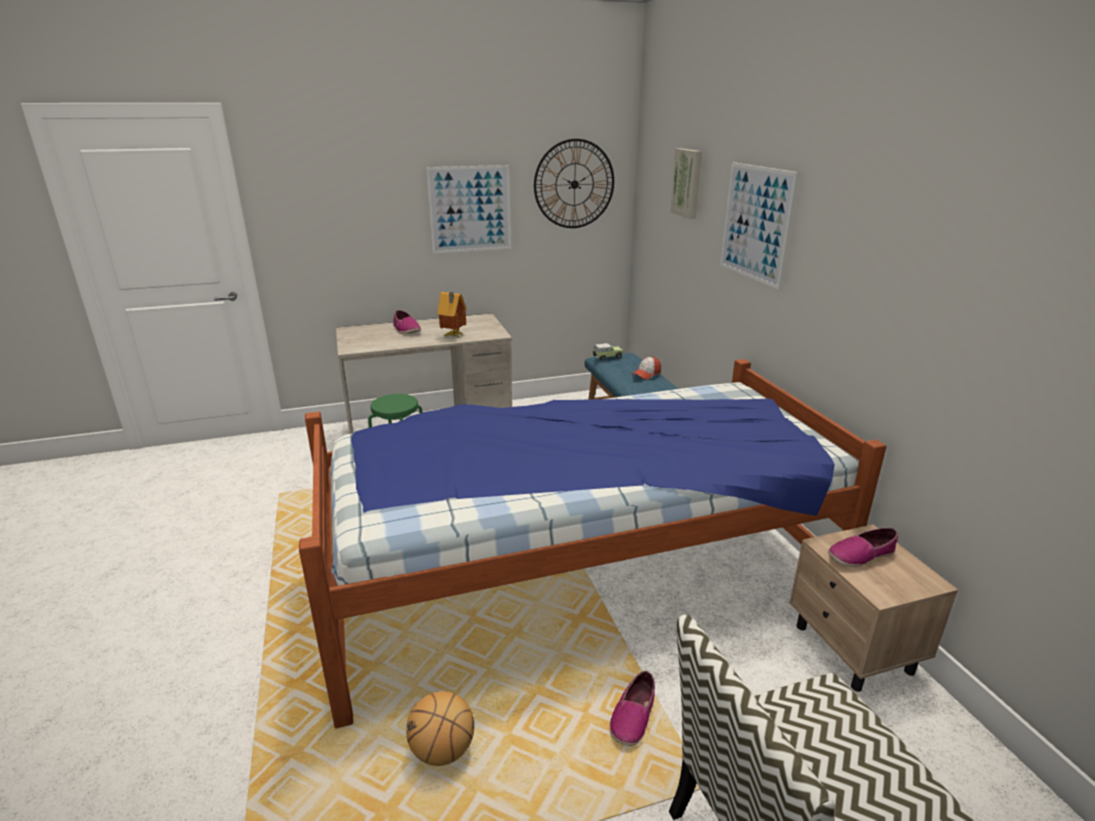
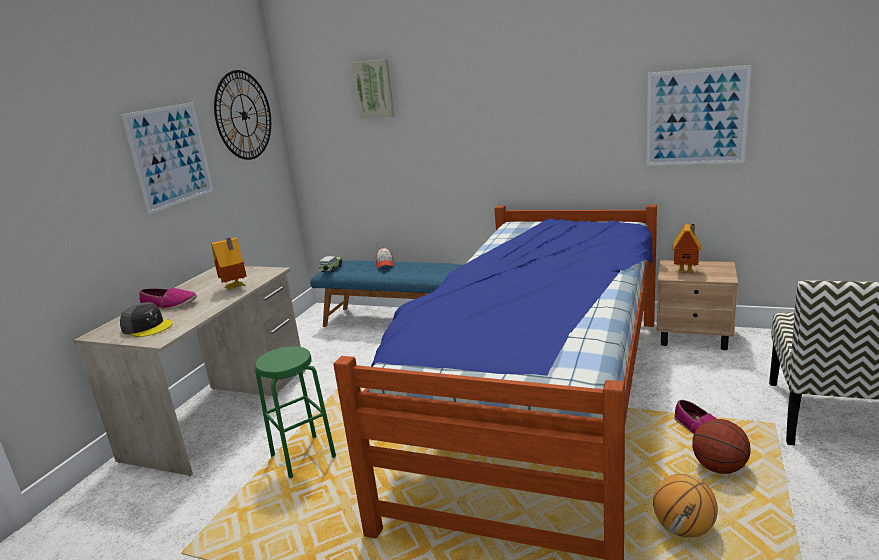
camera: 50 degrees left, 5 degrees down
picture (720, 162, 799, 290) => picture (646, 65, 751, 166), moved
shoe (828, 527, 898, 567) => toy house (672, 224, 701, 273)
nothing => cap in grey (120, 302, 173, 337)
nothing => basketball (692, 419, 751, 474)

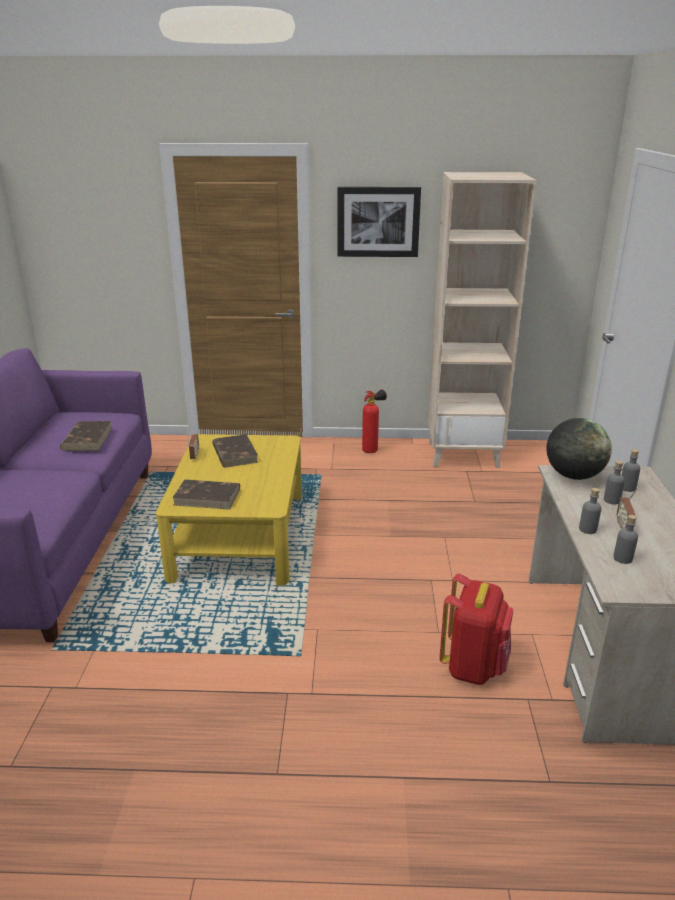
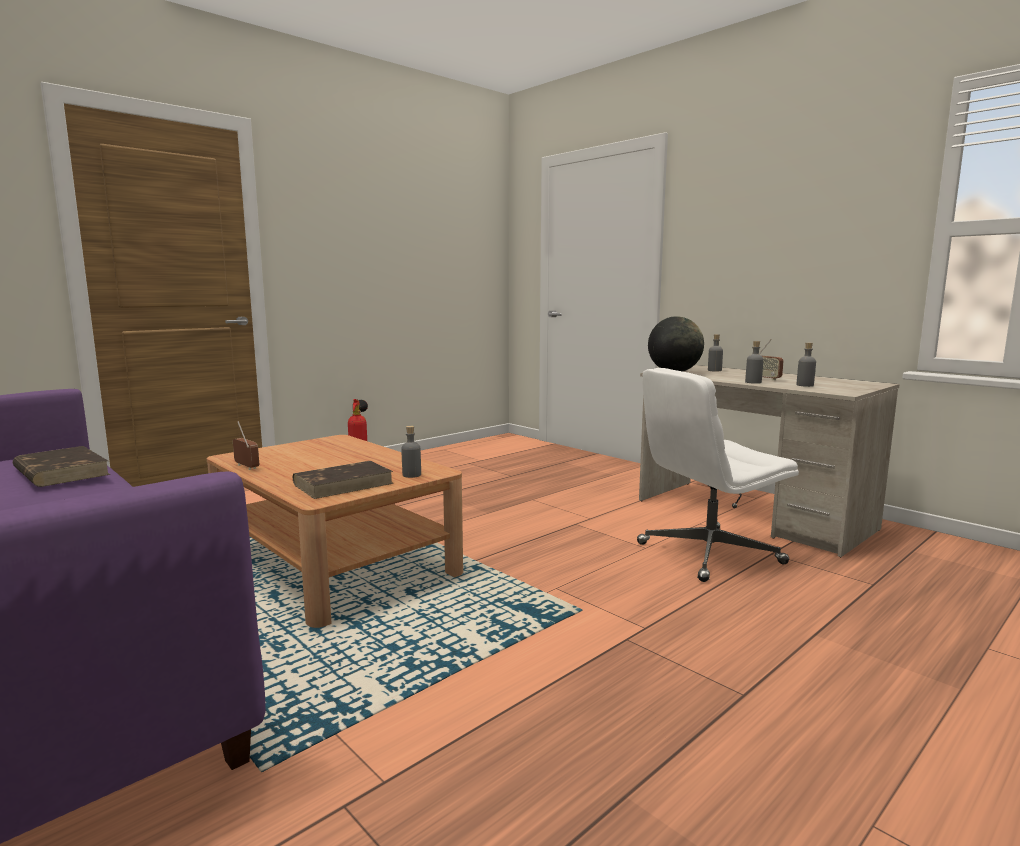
camera: 45 degrees left, 15 degrees down
coffee table in yellow (156, 434, 302, 585) => coffee table in brown (207, 435, 463, 628)
book in brown (212, 434, 258, 468) => nothing
picture (338, 187, 421, 257) => nothing
bookcase in beige (428, 172, 537, 468) => nothing
backpack in red (439, 574, 513, 685) => office chair in white (637, 368, 799, 582)
bottle in grey (604, 461, 625, 504) => bottle in grey (401, 426, 421, 478), moved

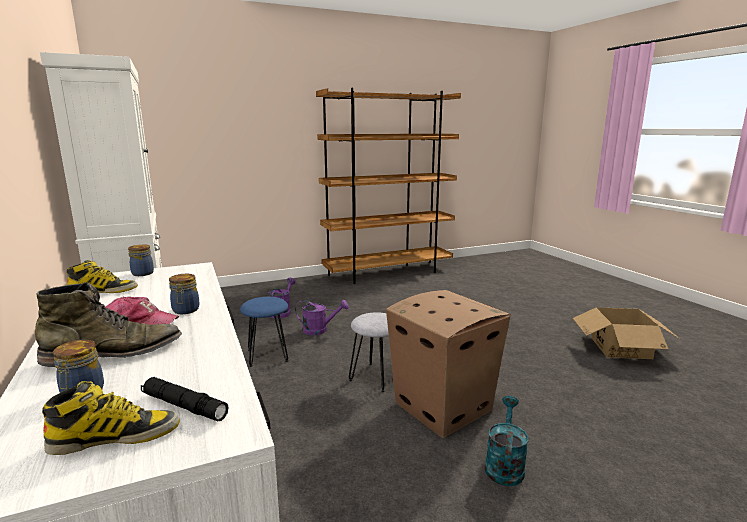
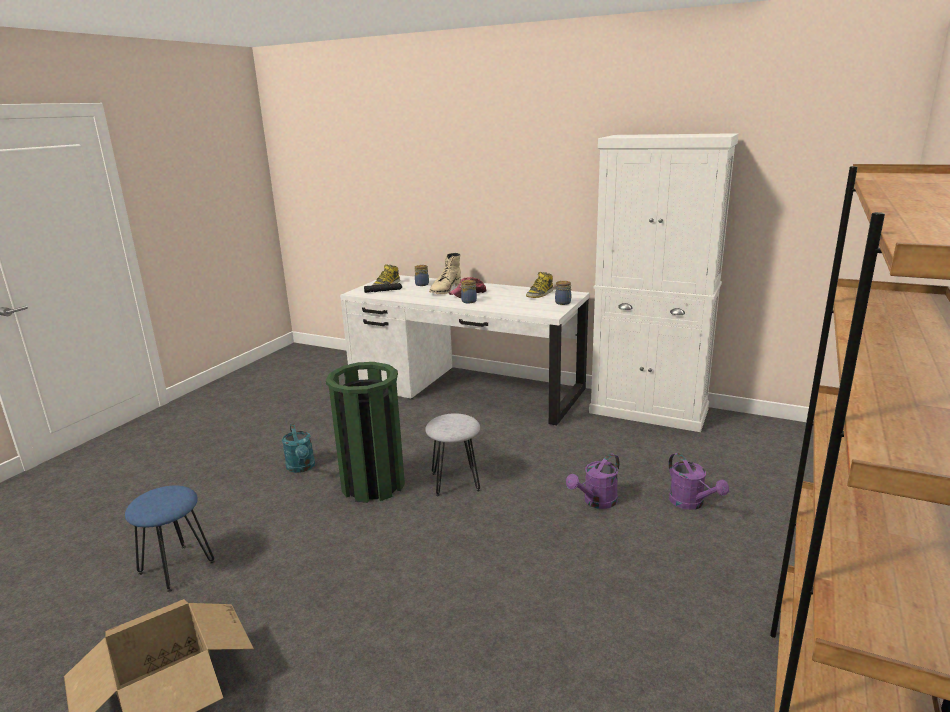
camera: 140 degrees right, 5 degrees up
boot in green (35, 282, 182, 367) => boot in beige (429, 253, 461, 294)
stool in blue (240, 297, 288, 367) => stool in blue (125, 486, 215, 592), moved
cardboard box (386, 290, 510, 438) => trash can in green (326, 362, 405, 503)

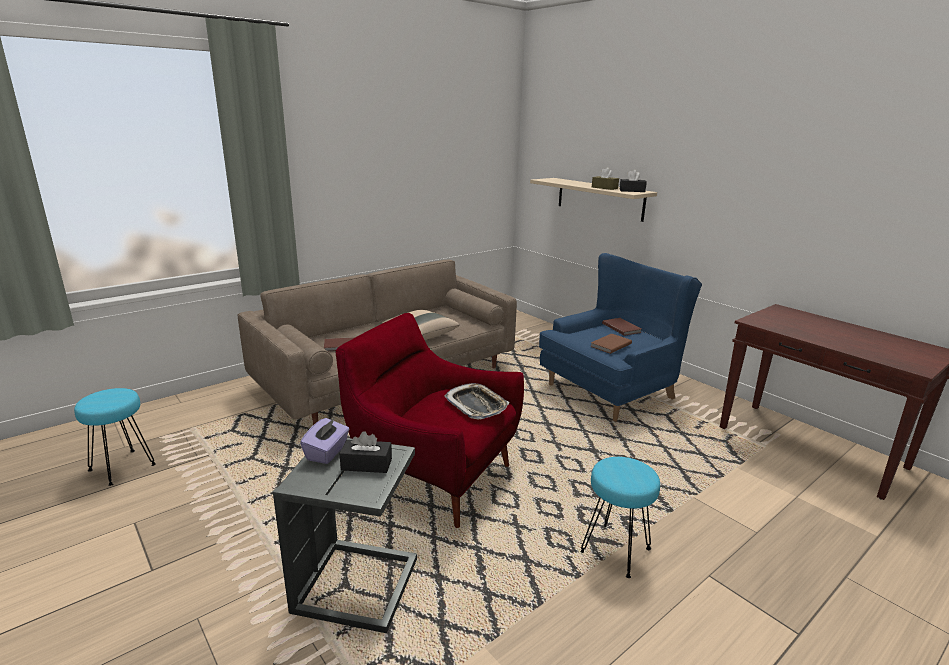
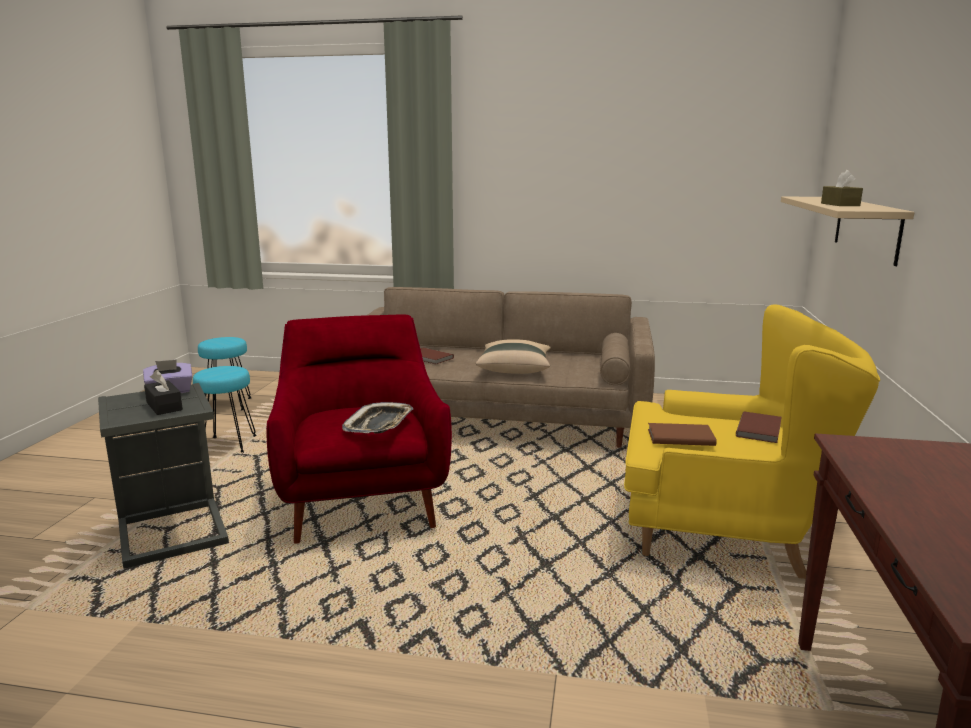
camera: 50 degrees right, 5 degrees down
armchair in blue (539, 253, 702, 422) => armchair in yellow (624, 304, 880, 579)
stool in turquoise (581, 457, 660, 578) => stool in turquoise (193, 366, 256, 453), moved
tissue box in black (619, 170, 647, 192) => nothing

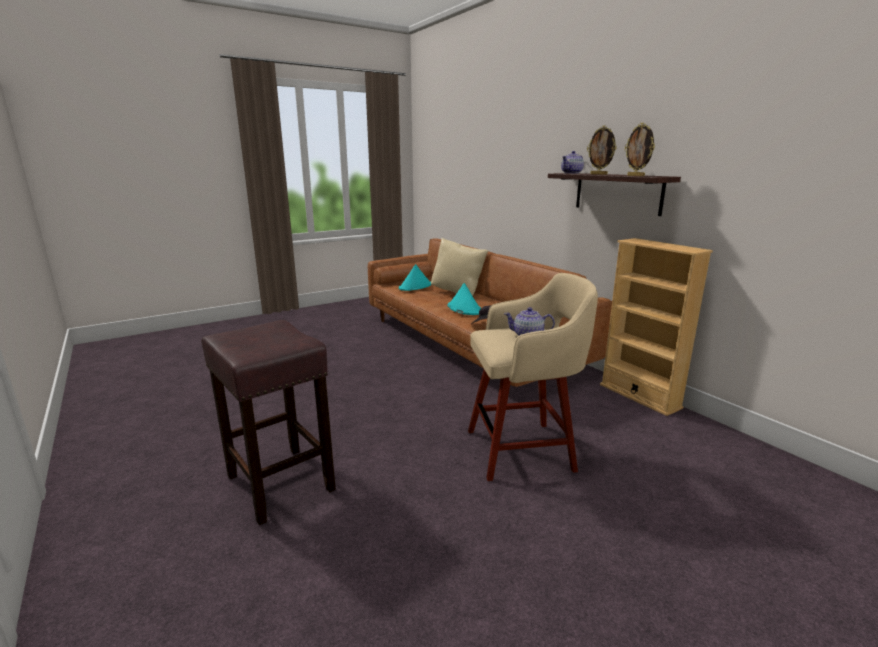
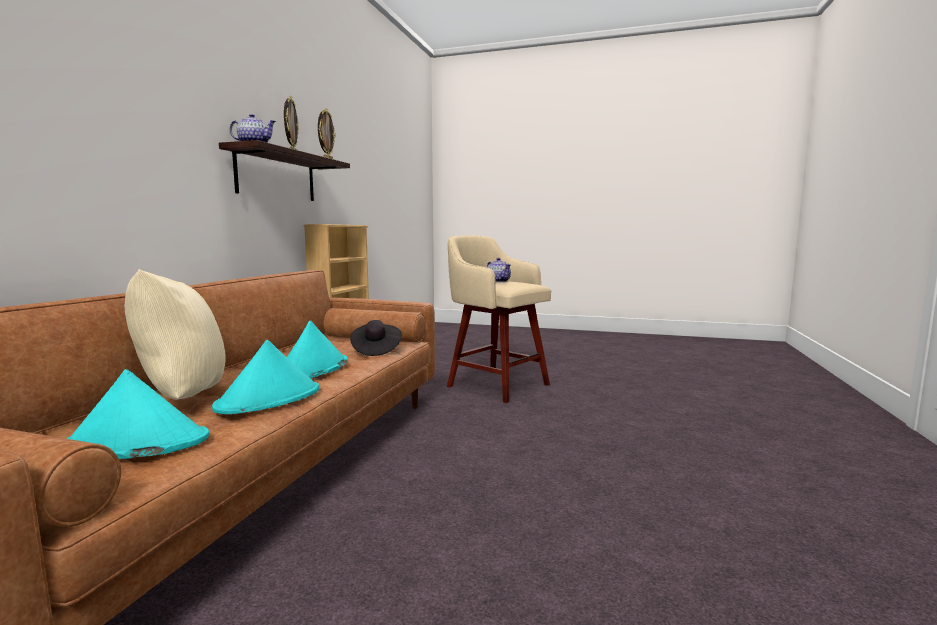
camera: 130 degrees left, 10 degrees down
stool in brown (201, 320, 336, 525) => nothing
nothing => hat in turquoise (212, 340, 319, 414)

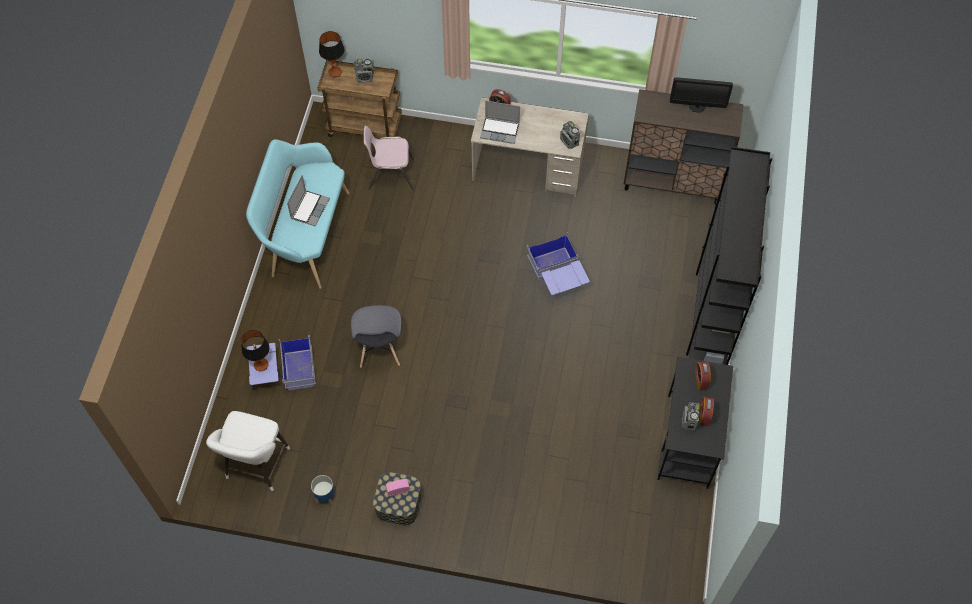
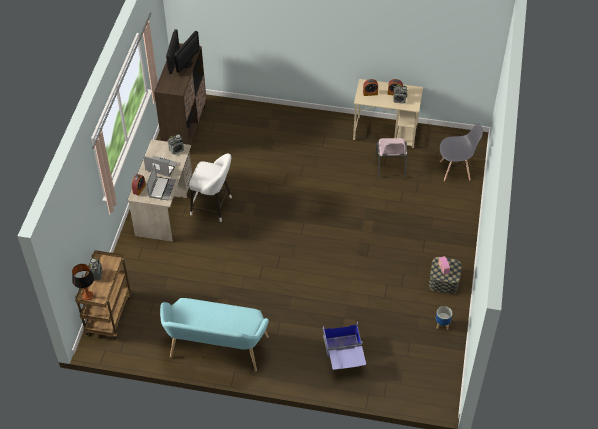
camera: 90 degrees left, 10 degrees down
stool in white (206, 411, 290, 491) => stool in white (189, 153, 232, 222), moved
table lamp (241, 330, 270, 371) => nothing
laptop (287, 175, 330, 226) => laptop (143, 156, 178, 177), moved
chair in grey (351, 305, 401, 368) => chair in grey (440, 123, 483, 181), moved
chair in pink (364, 126, 414, 190) => chair in pink (375, 138, 407, 179), moved
storage box in blue (527, 232, 590, 295) => nothing
desk in black (658, 357, 733, 489) => desk in beige (353, 79, 423, 148)
bookcase in black (686, 147, 772, 365) => nothing
nothing => monitor (174, 31, 200, 73)

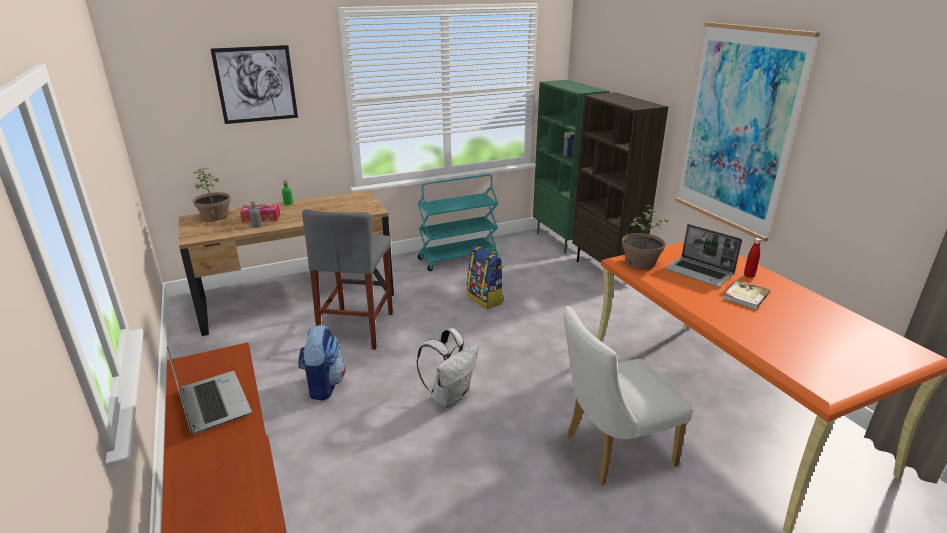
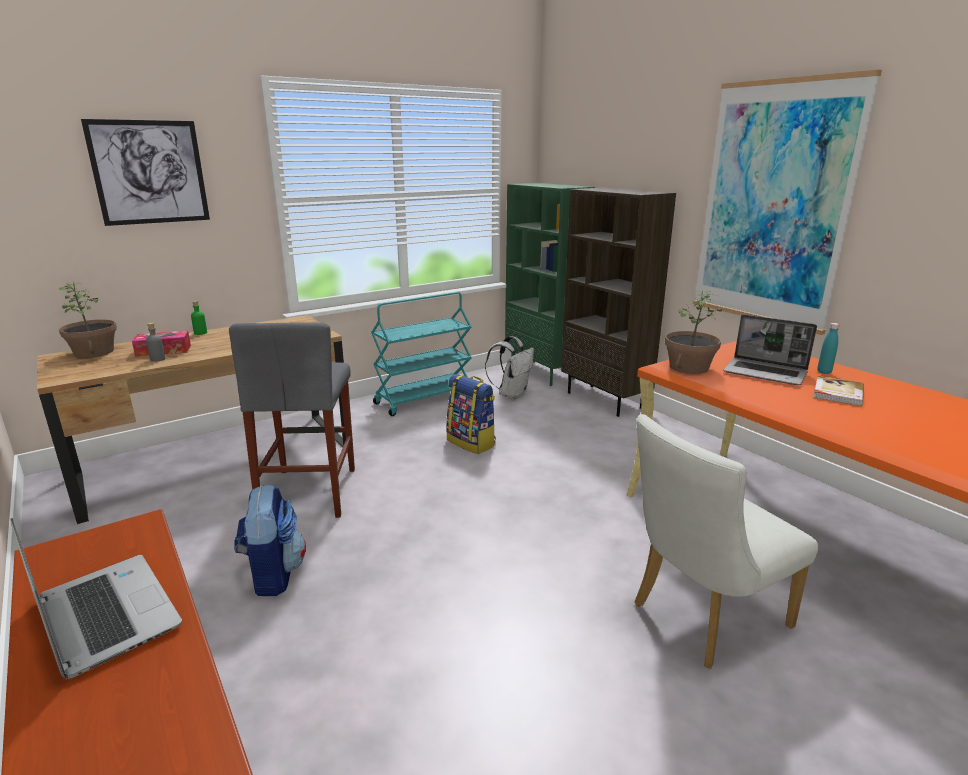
camera: 10 degrees left, 5 degrees down
backpack in white (416, 328, 479, 407) => backpack in white (485, 336, 534, 399), moved
bottle in red (744, 238, 761, 278) => bottle in turquoise (818, 323, 840, 374)

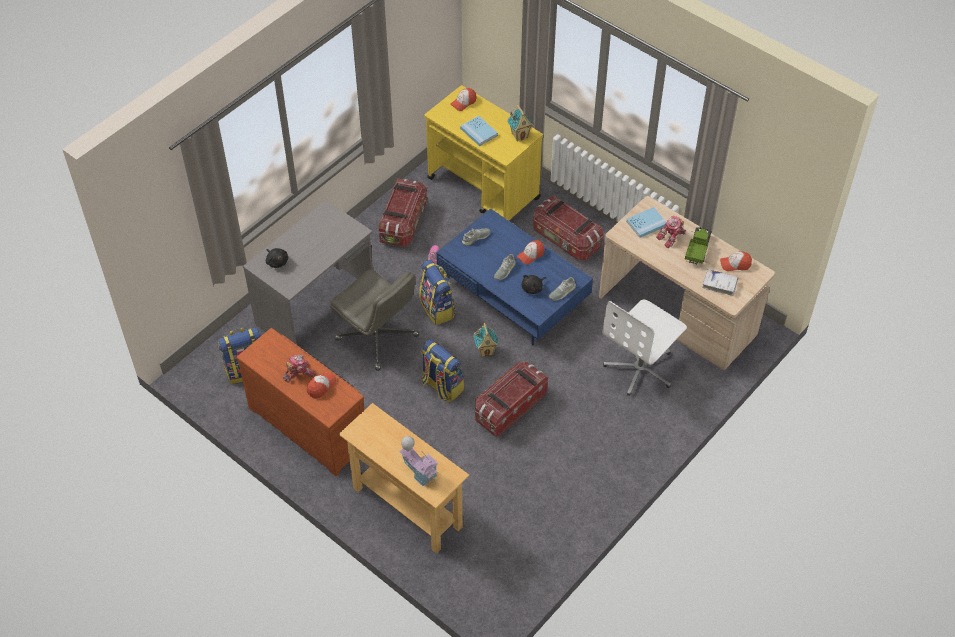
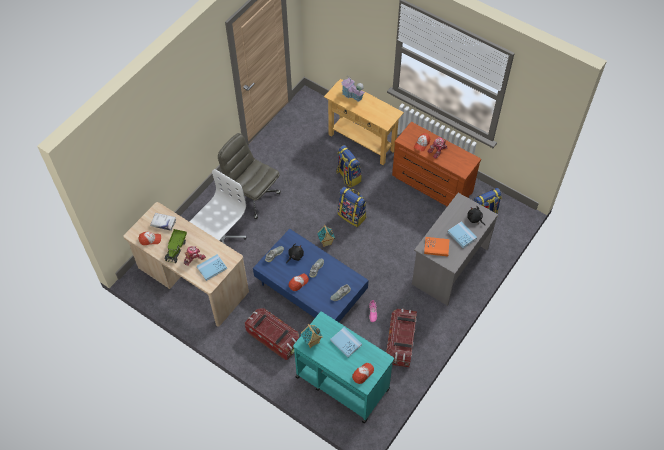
camera: 175 degrees right, 5 degrees up
office chair in grey (330, 269, 419, 371) => office chair in grey (218, 133, 281, 219), moved
backpack (419, 260, 455, 325) => backpack (336, 145, 362, 188), moved
cart in yellow (424, 85, 543, 221) => cart in turquoise (293, 311, 394, 424)
storage box (475, 362, 548, 437) => nothing
nothing => book in orange (424, 237, 449, 256)
nothing => book in blue (448, 221, 477, 248)

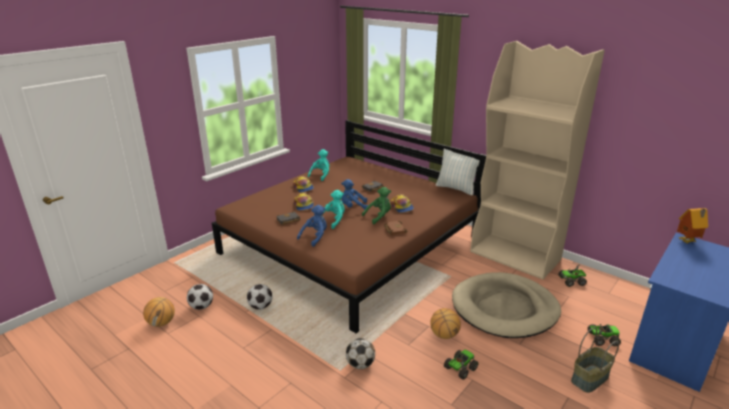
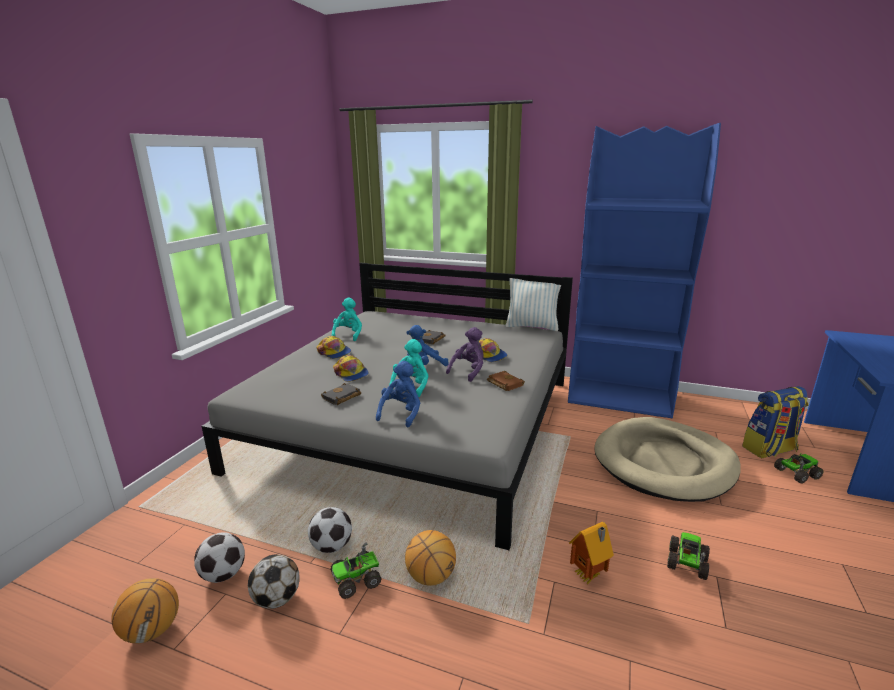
camera: 20 degrees left, 5 degrees down
bed in brown (212, 120, 486, 333) => bed in grey (202, 263, 573, 550)
football (346, 338, 375, 369) => football (248, 554, 300, 609), moved
plush toy in green (362, 187, 391, 224) => plush toy in purple (446, 327, 484, 382)
basketball (430, 308, 461, 339) => basketball (405, 530, 456, 586), moved
bookcase in beige (470, 41, 605, 279) => bookcase in blue (568, 123, 721, 418)
toy truck (558, 264, 587, 287) => toy truck (330, 542, 381, 599), moved
basket (571, 328, 619, 393) => nothing
toy house (677, 208, 708, 243) => toy house (569, 522, 614, 585), moved
nothing => backpack (742, 386, 808, 458)

